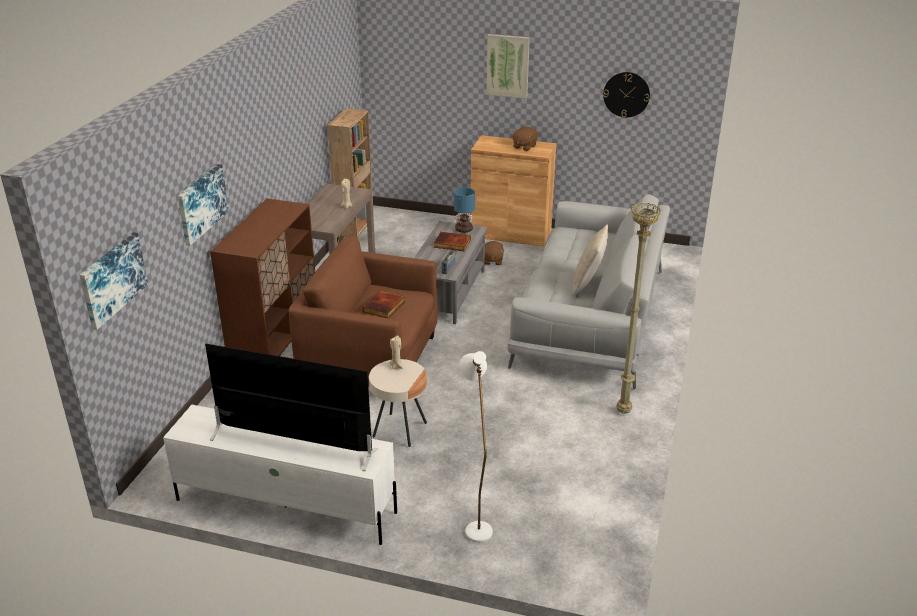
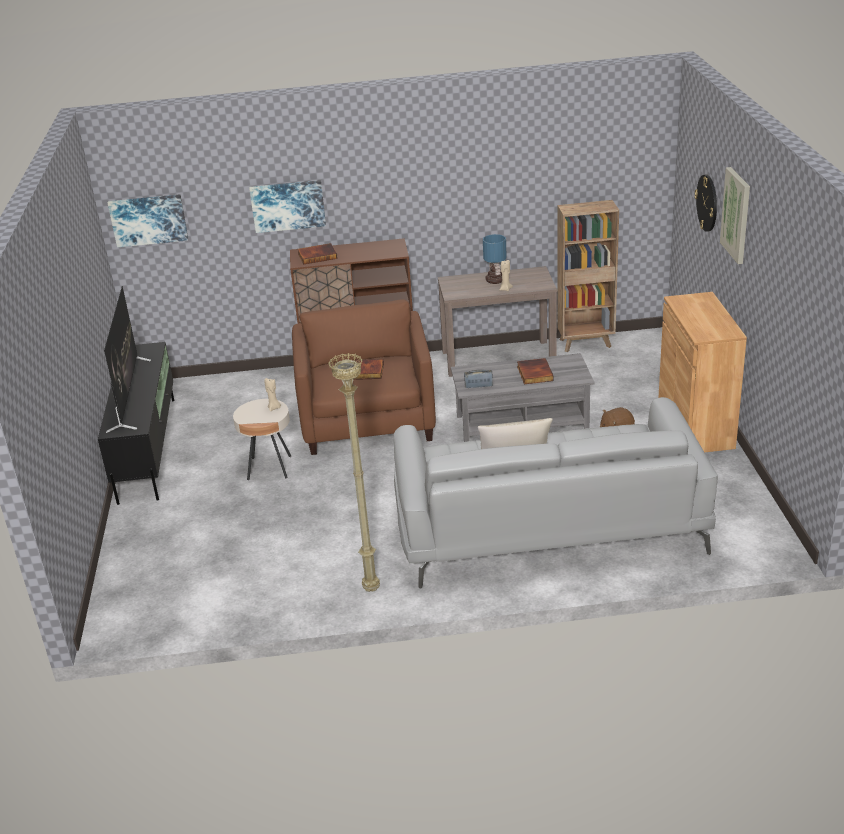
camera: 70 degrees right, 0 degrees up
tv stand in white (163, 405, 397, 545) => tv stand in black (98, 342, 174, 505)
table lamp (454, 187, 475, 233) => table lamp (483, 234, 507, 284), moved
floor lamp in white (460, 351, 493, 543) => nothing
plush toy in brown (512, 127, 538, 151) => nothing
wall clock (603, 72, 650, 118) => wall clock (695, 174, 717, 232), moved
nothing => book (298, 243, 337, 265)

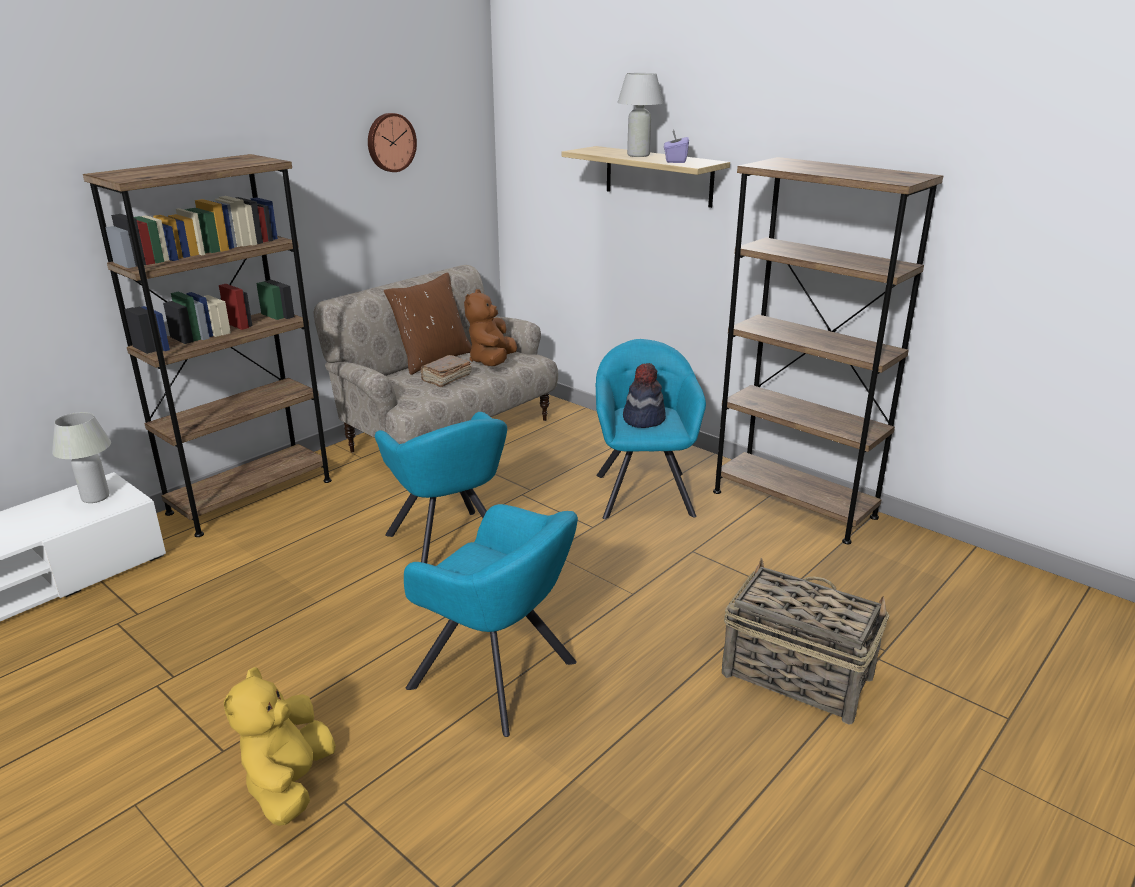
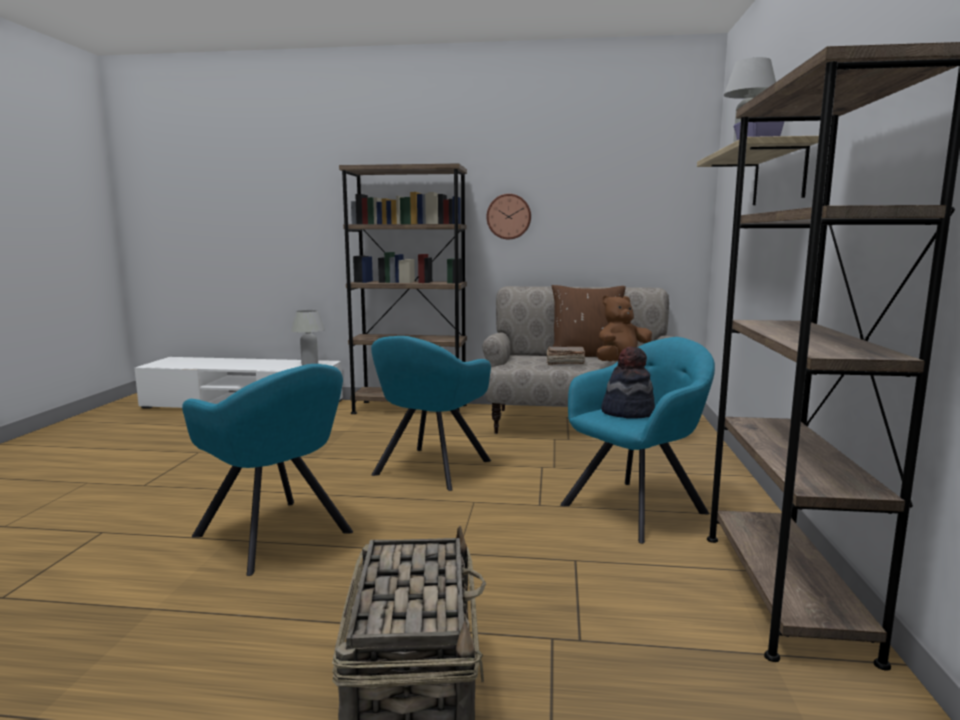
camera: 55 degrees right, 15 degrees down
plush toy in yellow (224, 667, 336, 826) => nothing
wall clock (368, 113, 417, 172) => wall clock (486, 194, 531, 239), moved
armchair in turquoise (404, 504, 578, 737) => armchair in turquoise (182, 364, 353, 576), 45 degrees counterclockwise

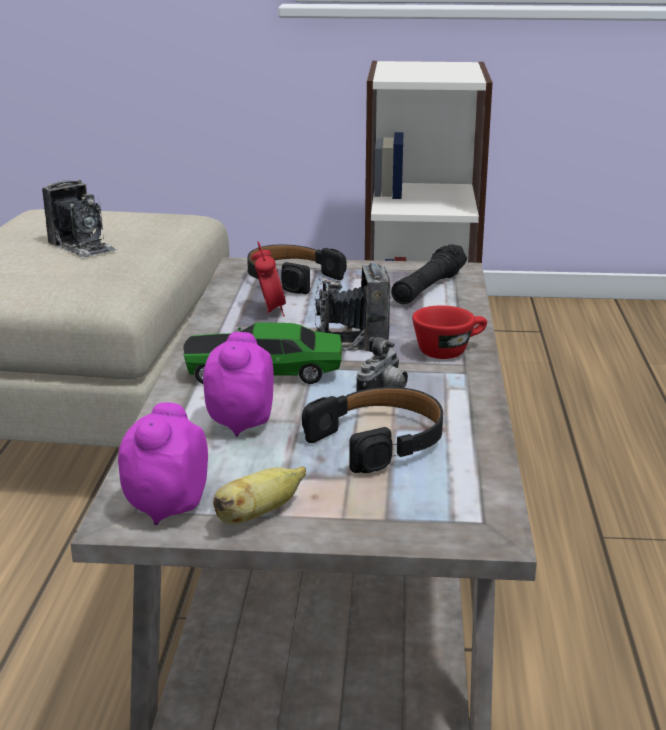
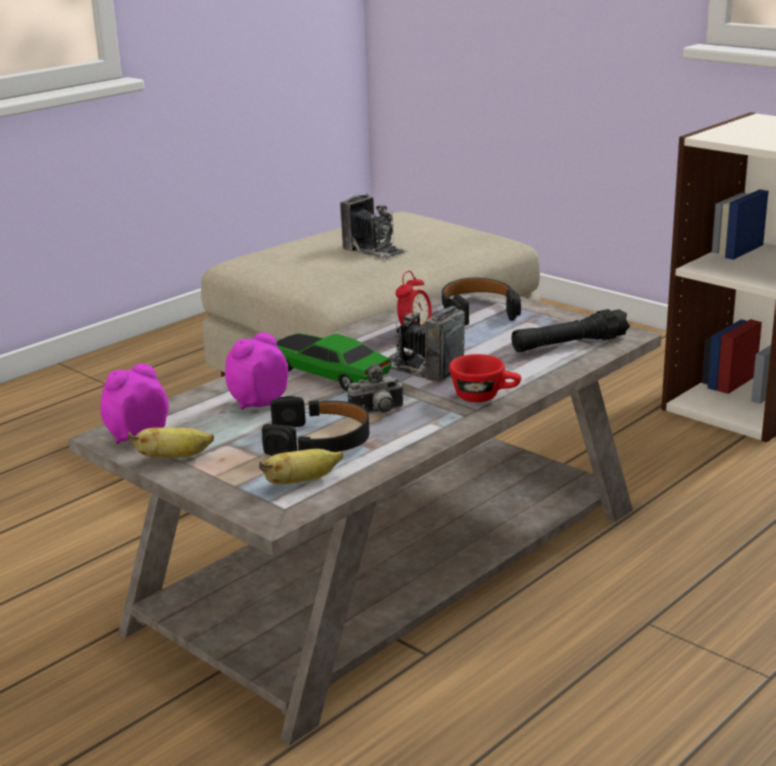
camera: 40 degrees right, 0 degrees up
photo camera (42, 180, 117, 258) => photo camera (340, 194, 407, 259), 45 degrees counterclockwise
nothing => banana (259, 449, 343, 485)

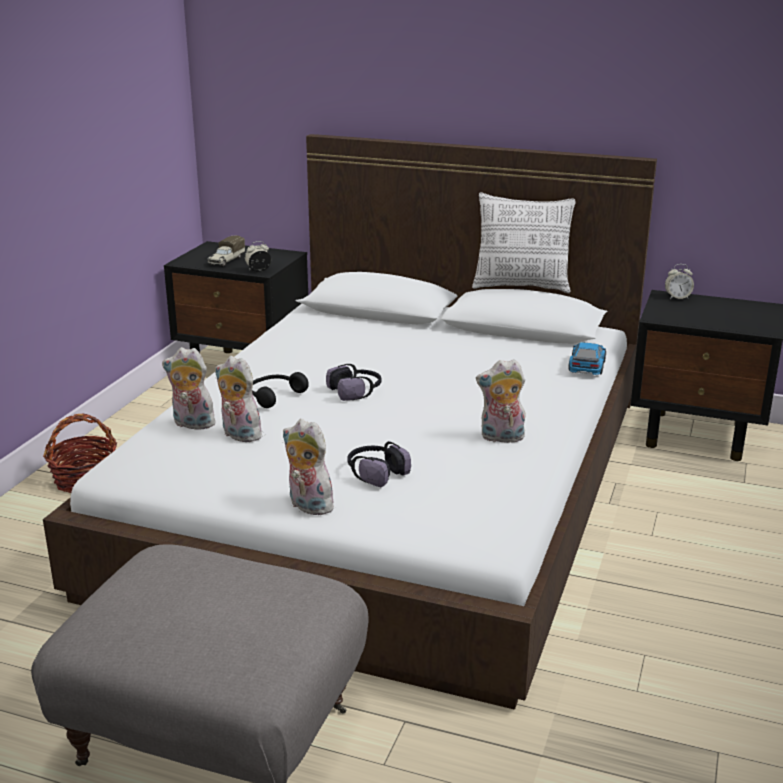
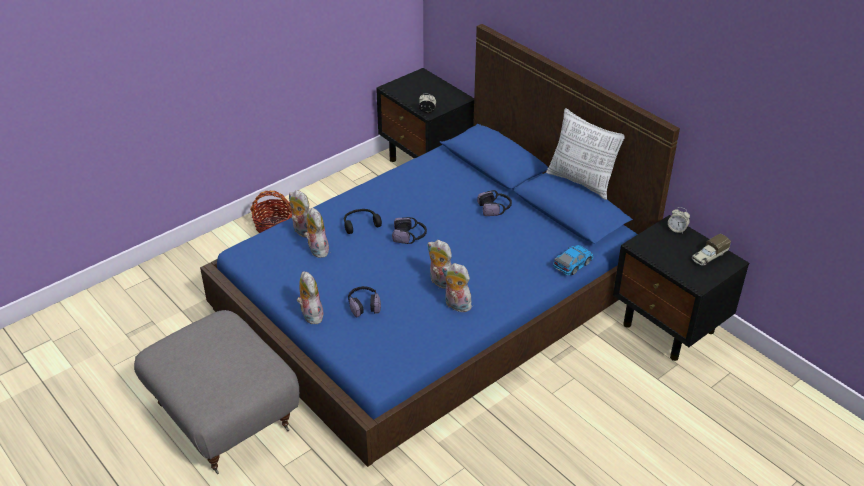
camera: 30 degrees right, 15 degrees up
bed in white (43, 134, 657, 709) => bed in blue (200, 24, 680, 467)
toy truck (208, 235, 245, 267) => toy truck (691, 234, 731, 266), moved
nothing => plush toy (428, 240, 452, 289)
nothing => headphones (477, 190, 512, 216)

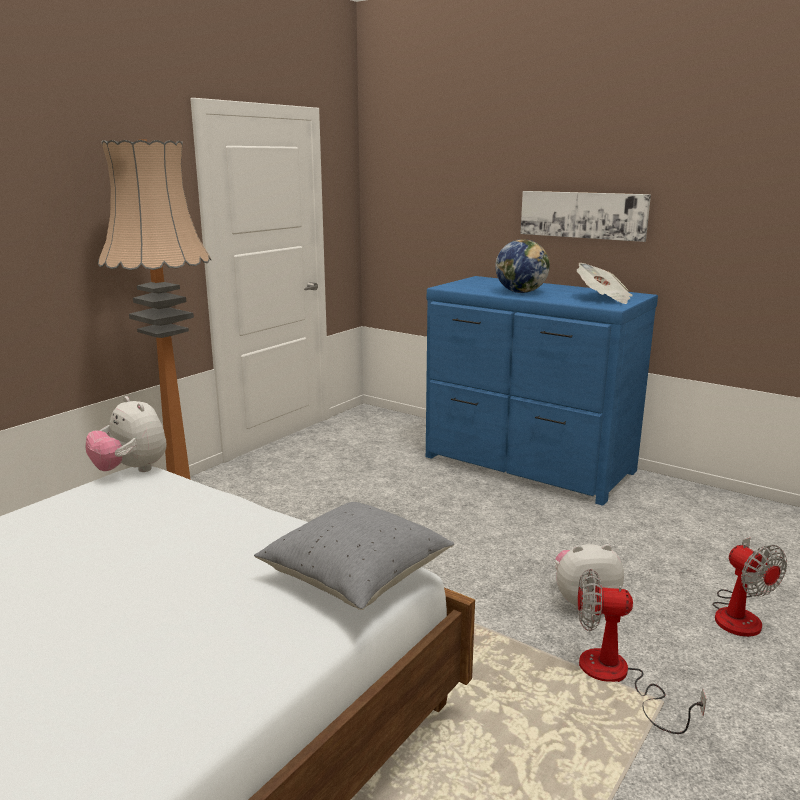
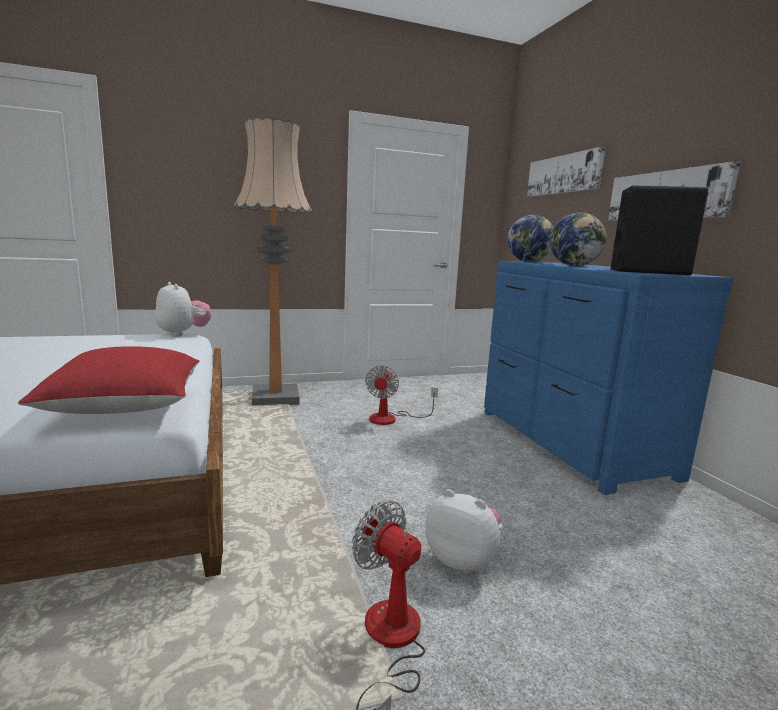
camera: 35 degrees right, 5 degrees down
plush toy (86, 396, 167, 472) => plush toy (155, 282, 212, 336), 150 degrees clockwise
pillow in grey (254, 502, 454, 610) => pillow in red (18, 346, 200, 414)
newspaper (577, 263, 632, 304) => speaker in black (611, 185, 708, 275)
fan (712, 538, 787, 637) => fan (365, 366, 438, 425), moved
nothing => globe (508, 215, 554, 262)
nothing => picture (527, 147, 605, 197)

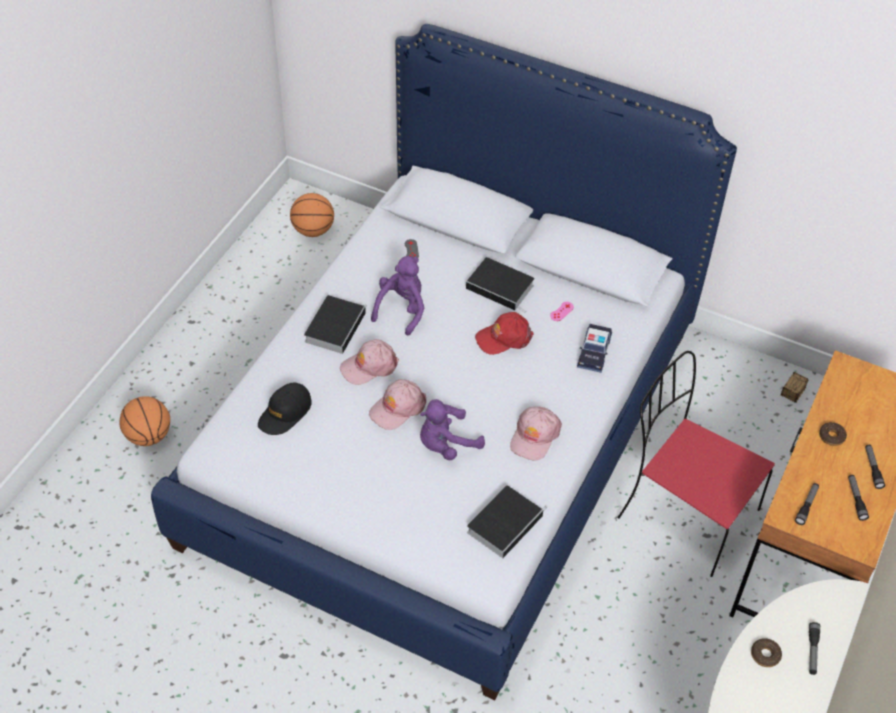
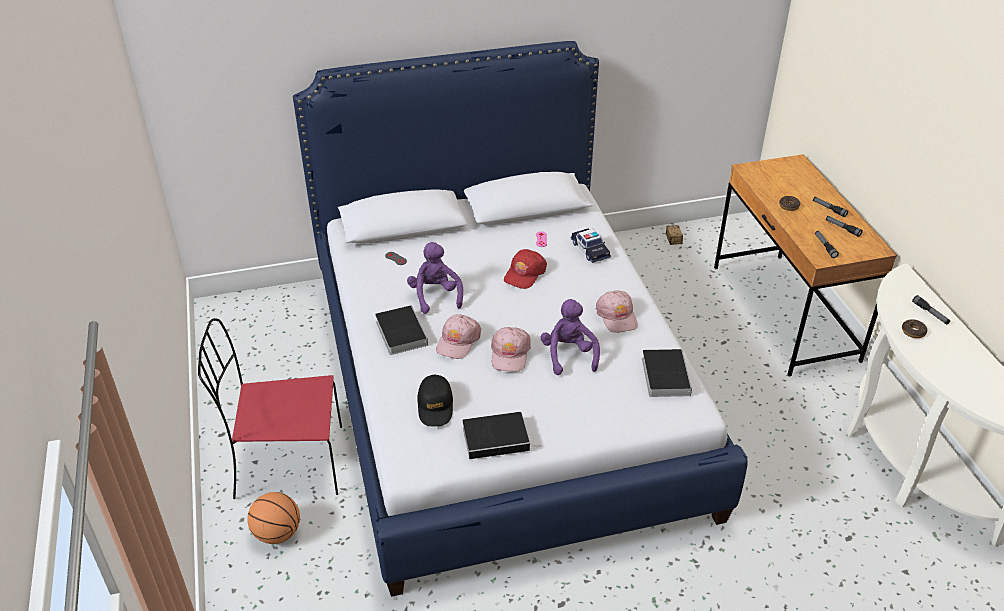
camera: 40 degrees left, 10 degrees down
basketball (290, 193, 334, 237) => nothing
plush toy in purple (420, 399, 485, 461) => plush toy in purple (540, 299, 600, 375), 150 degrees clockwise
book (466, 257, 534, 313) => book (462, 412, 541, 459), moved
chair in red (618, 351, 775, 577) => chair in red (198, 318, 342, 499), moved

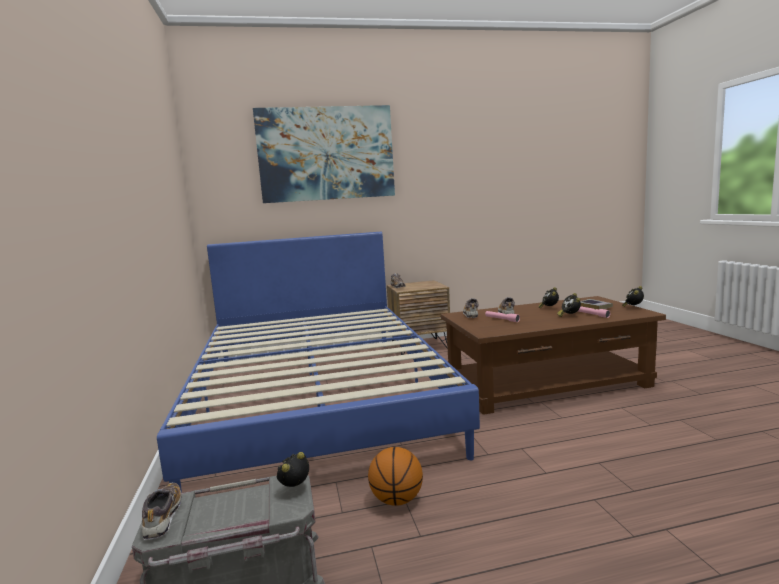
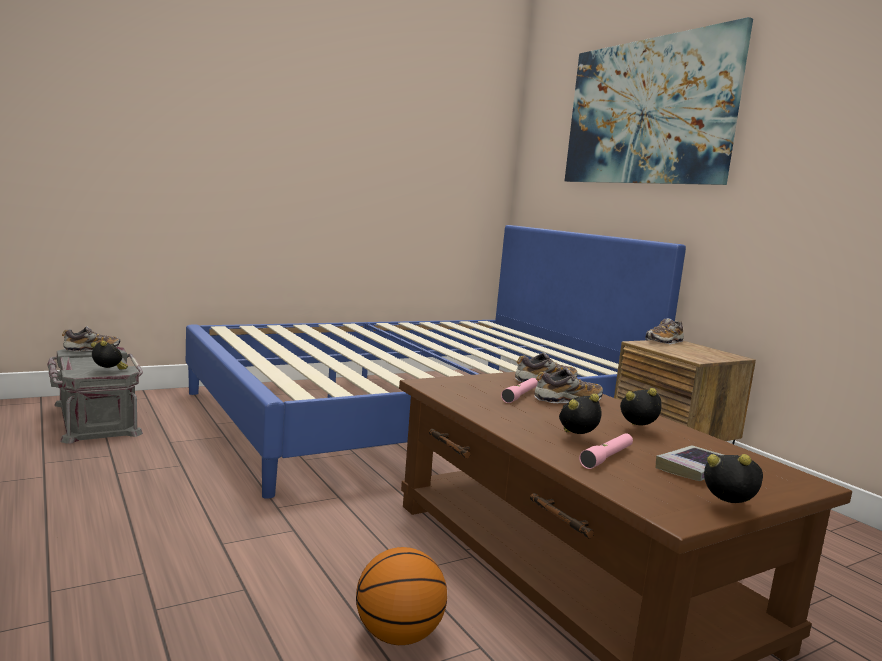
camera: 70 degrees right, 0 degrees up
basketball (368, 447, 423, 506) => basketball (356, 547, 447, 645), moved

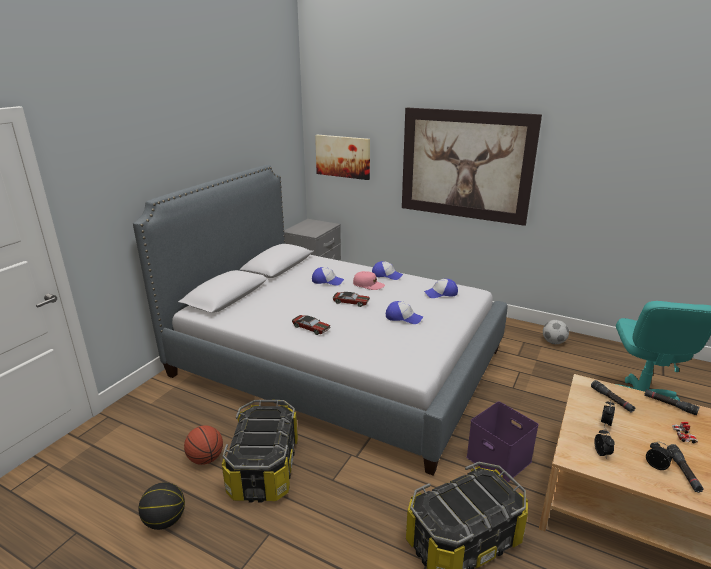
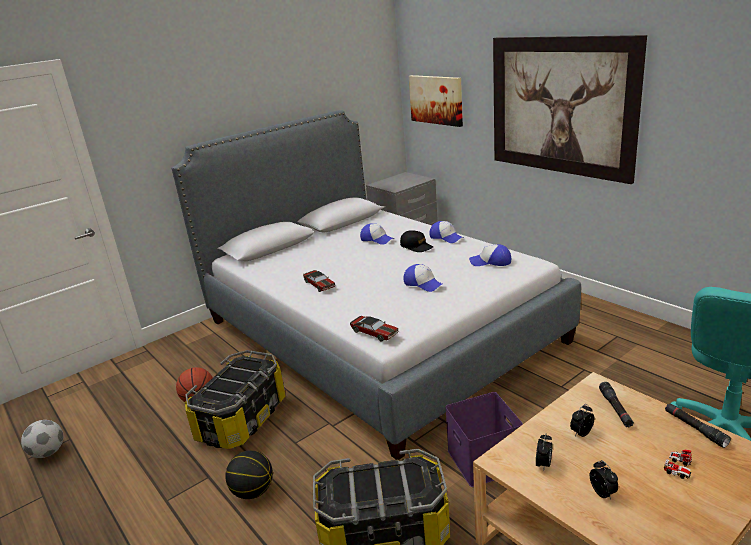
camera: 25 degrees right, 0 degrees up
basketball (139, 482, 185, 530) => basketball (225, 450, 273, 499), moved
toy car (333, 292, 370, 307) => toy car (350, 316, 399, 342), moved
cap in pink (353, 271, 385, 290) => cap in black (400, 230, 433, 252)
football (543, 320, 569, 344) => football (21, 420, 63, 458), moved
flashlight in black (667, 444, 704, 493) => nothing

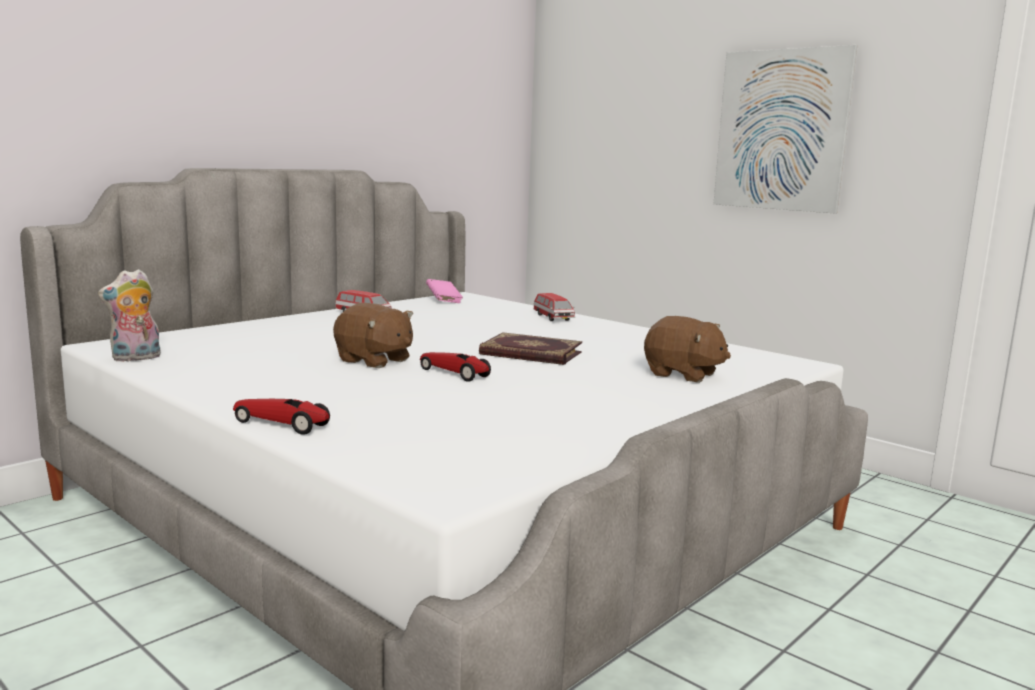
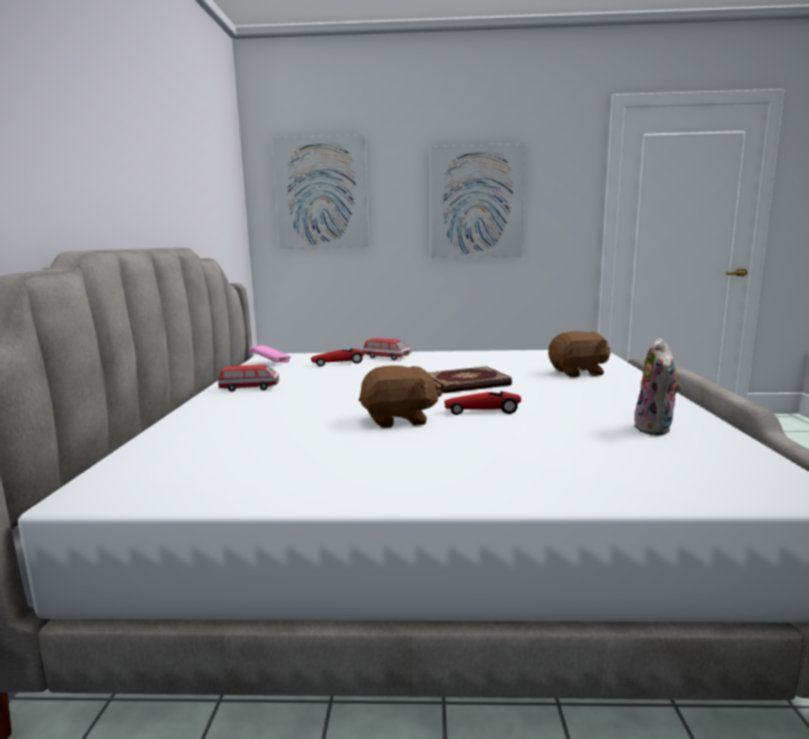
camera: 40 degrees left, 0 degrees up
plush toy (98, 269, 161, 362) => plush toy (634, 338, 682, 435), moved
toy car (233, 399, 330, 435) => toy car (311, 349, 365, 366), moved
nothing => picture (272, 135, 369, 249)

